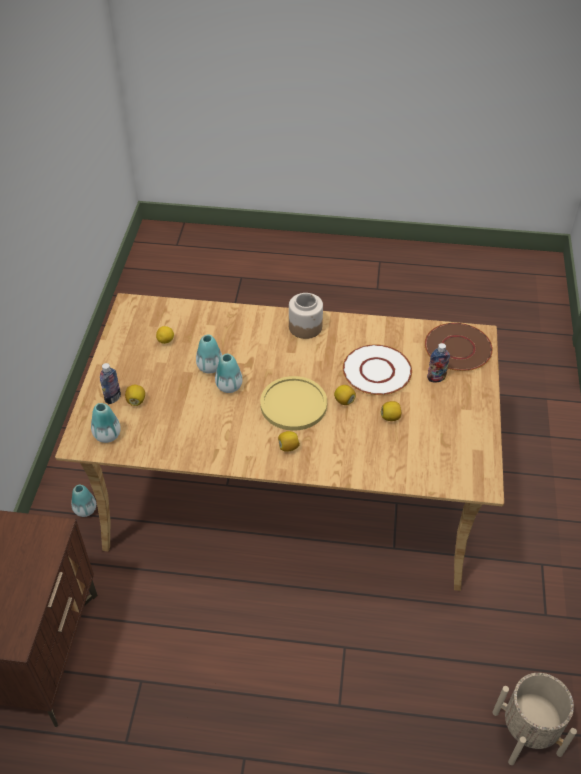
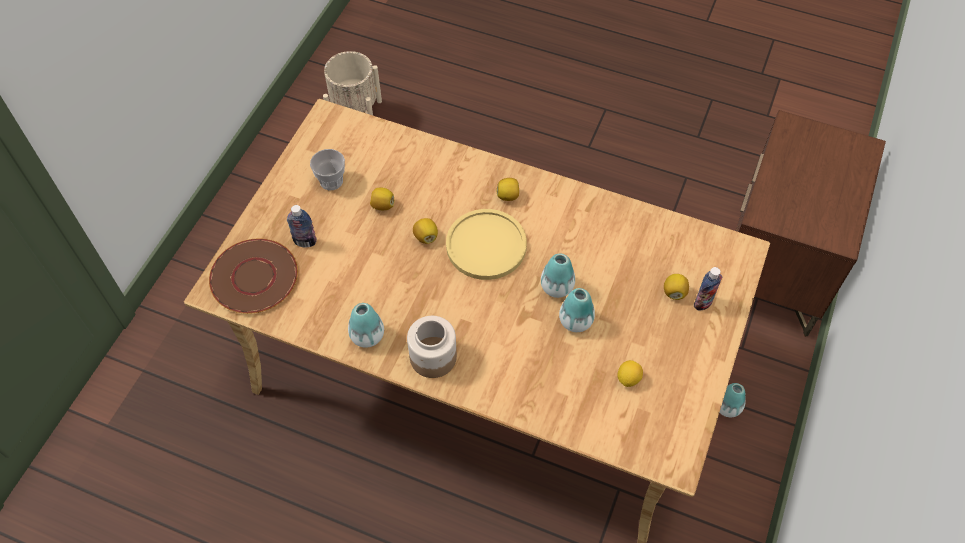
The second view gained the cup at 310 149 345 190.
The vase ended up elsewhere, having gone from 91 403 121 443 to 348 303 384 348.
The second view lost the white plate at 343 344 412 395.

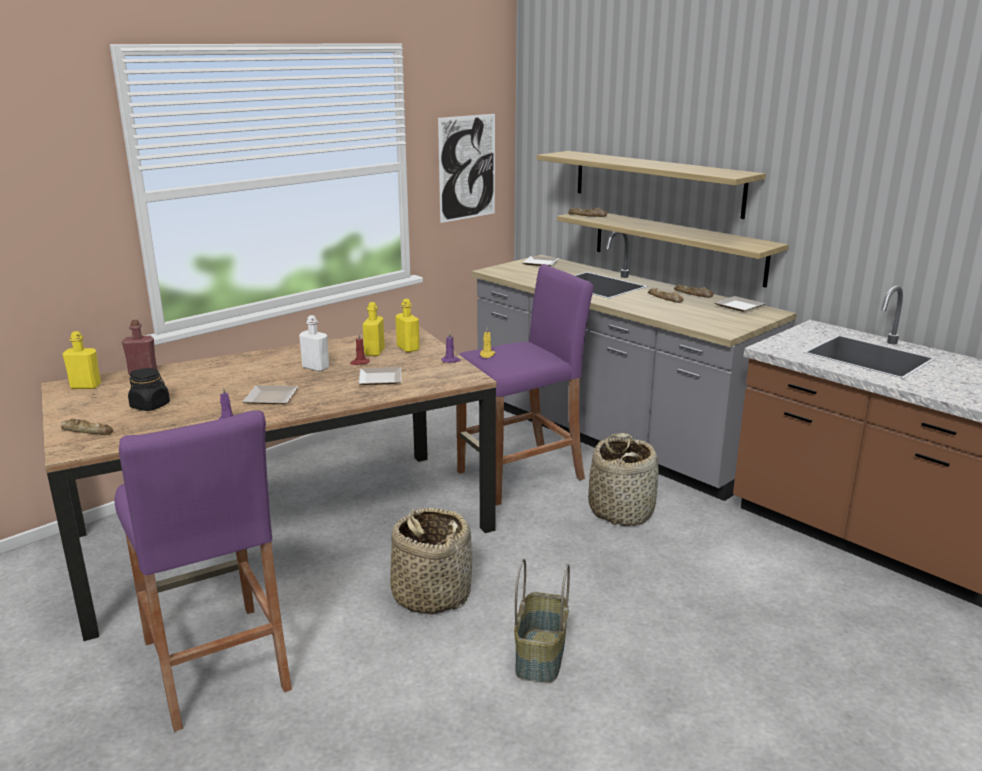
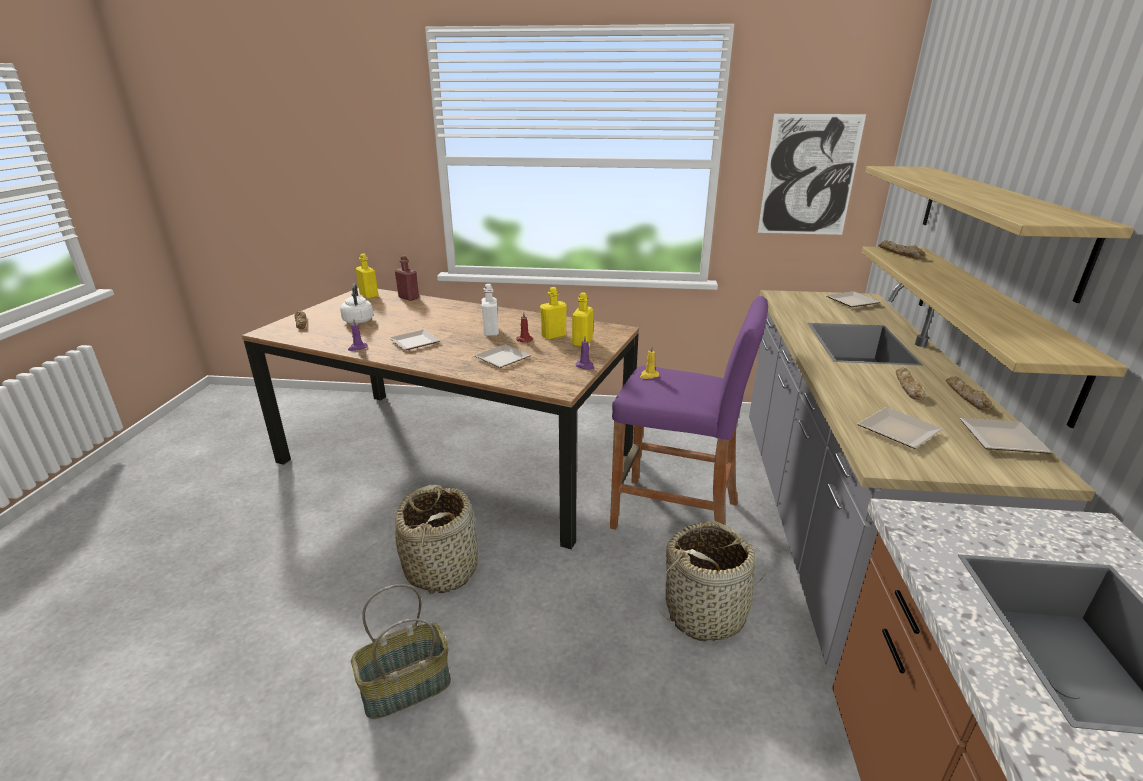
Where the black jar stood at 128 368 170 411, the white kettle came to stand at 340 283 373 324.
The second view gained the plate at 858 407 943 449.
The second view lost the purple stool at 115 410 292 732.

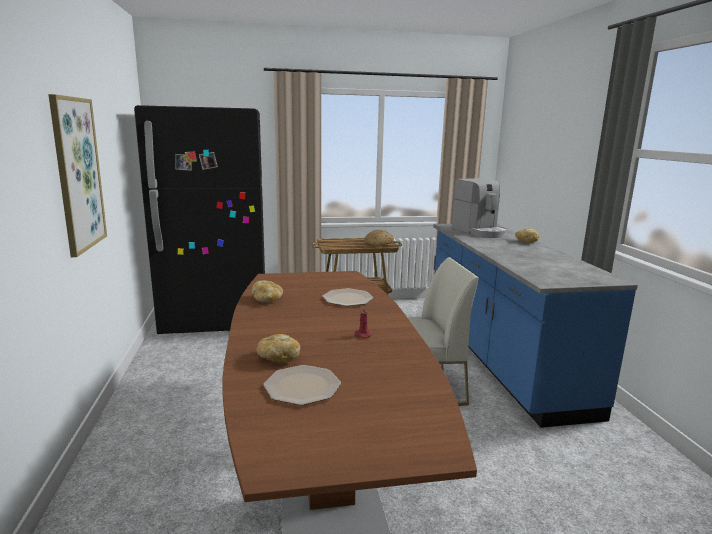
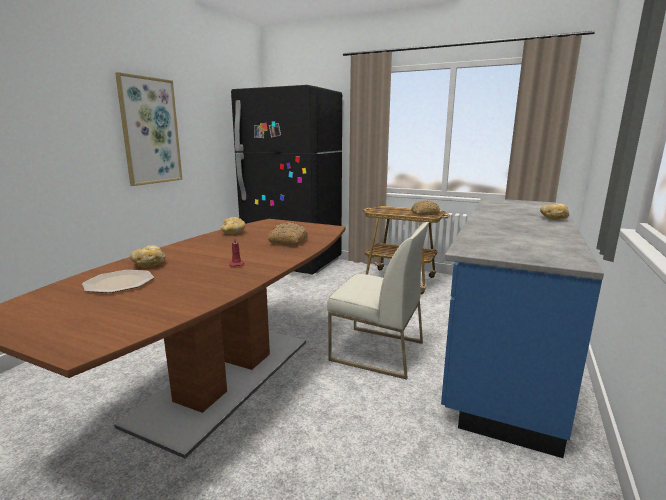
Where the plate stood at 322 288 373 306, the bread came to stand at 268 222 308 246.
The second view lost the coffee machine at 452 178 507 238.

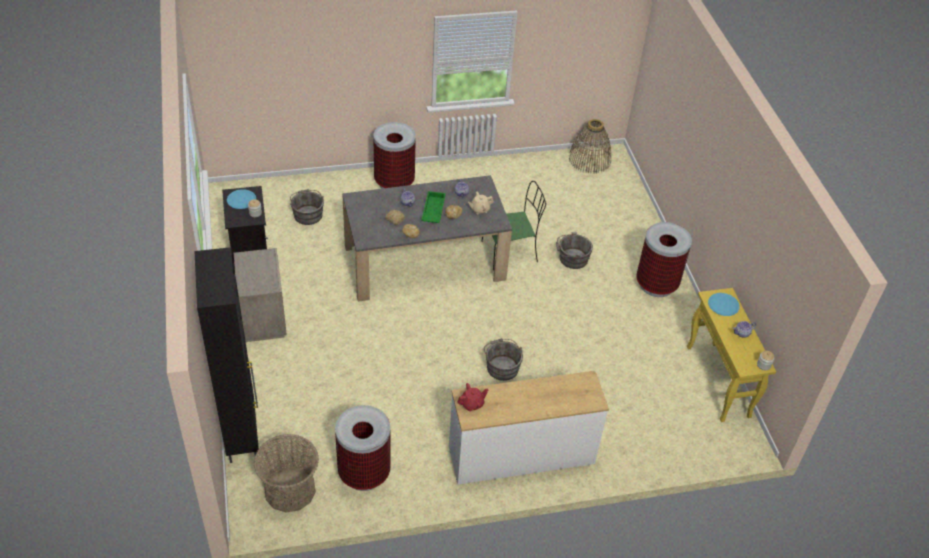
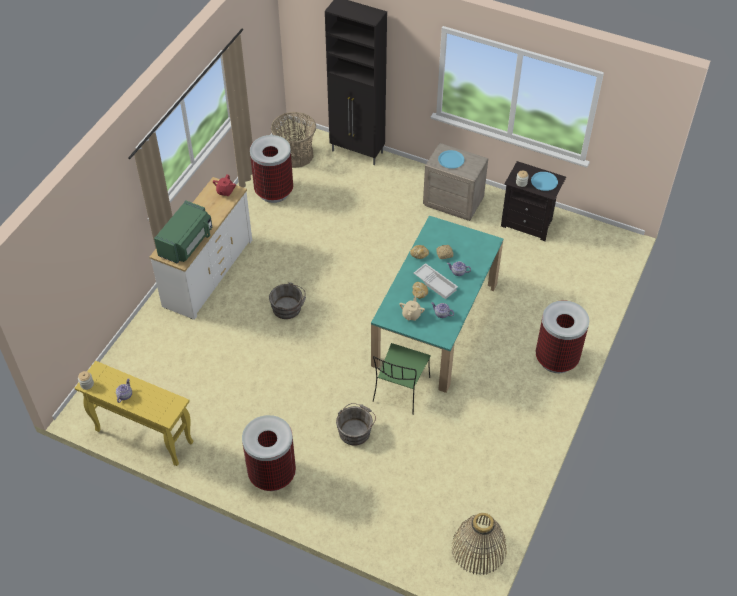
The second view gained the green microwave at 154 201 212 263.
What was the grey dining table at 342 175 512 302 turned into the turquoise dining table at 371 216 503 393.
What was the green tray at 421 191 446 223 turned into the white tray at 414 263 458 299.
The blue plate ended up elsewhere, having gone from 708 293 740 316 to 438 150 464 169.
The second view lost the grey bucket at 290 189 324 225.

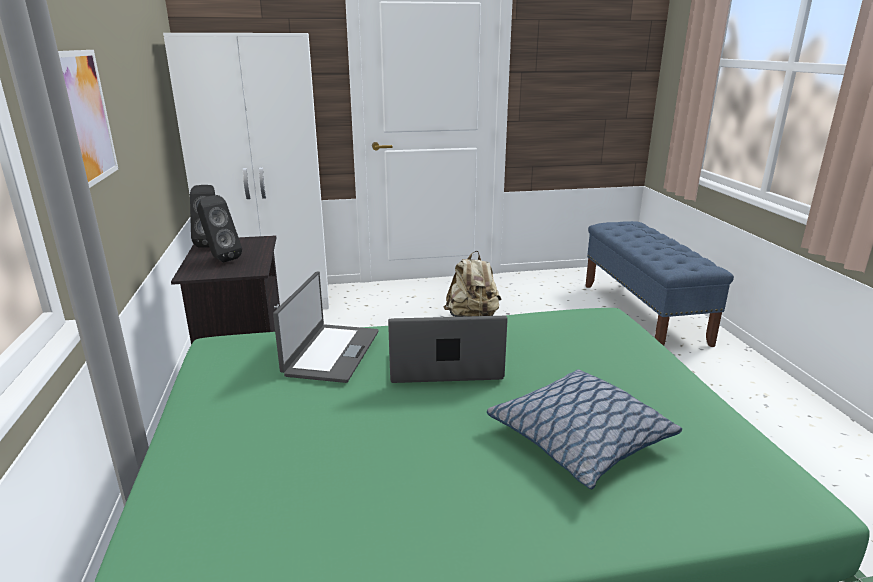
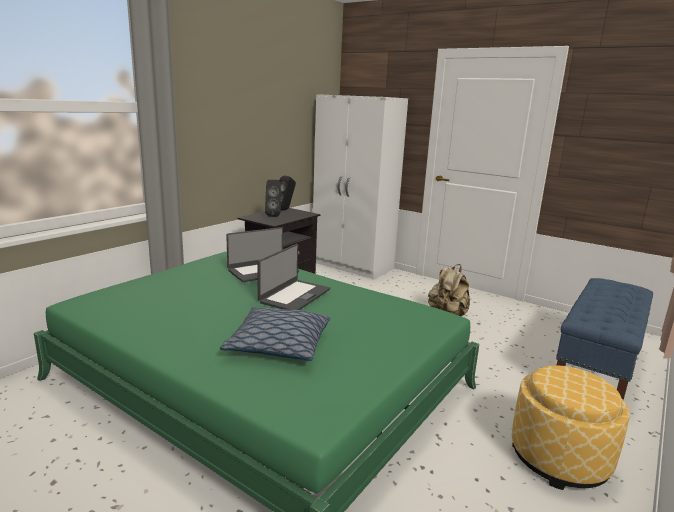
The laptop at 388 316 508 383 ended up facing another way, 75 degrees clockwise from before.
The second view gained the ottoman at 512 366 630 490.
The second view lost the picture at 58 50 118 188.

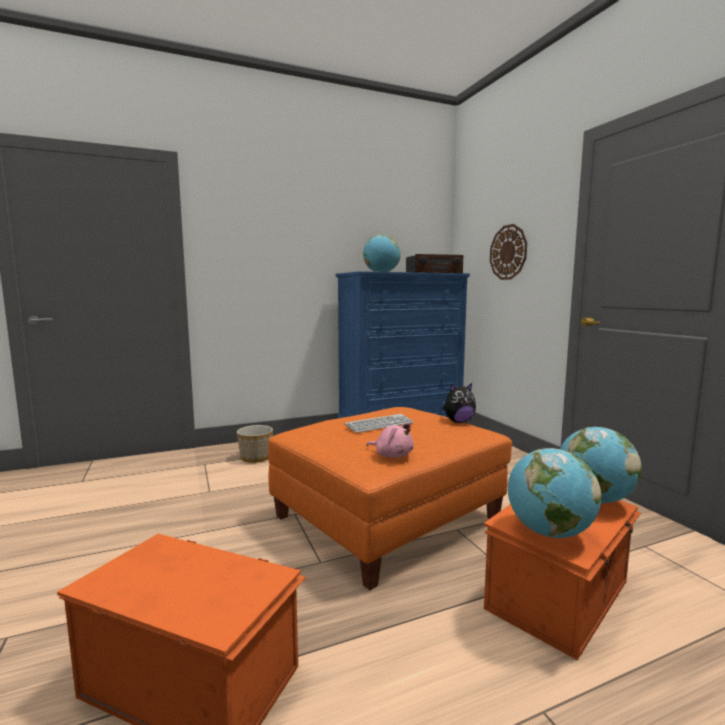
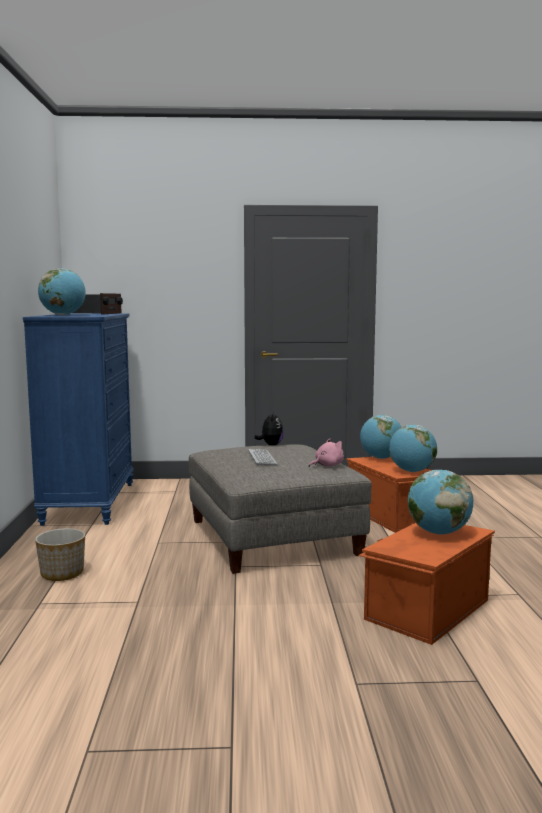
What was the orange ottoman at 268 407 512 590 turned into the grey ottoman at 189 444 372 574.
The second view gained the globe at 408 469 473 535.
The second view lost the wall clock at 490 224 527 280.

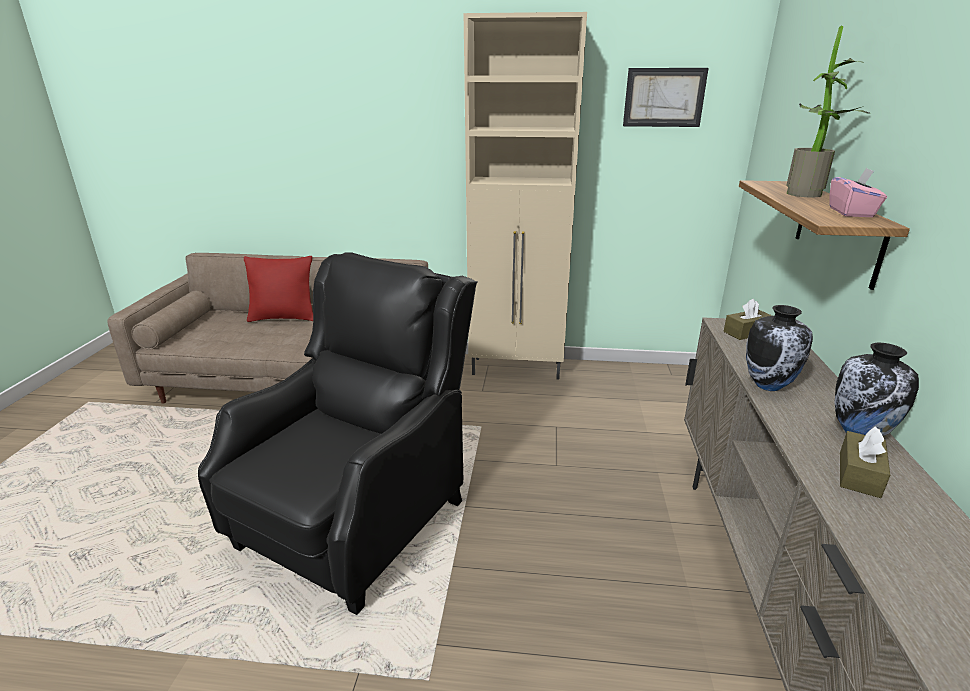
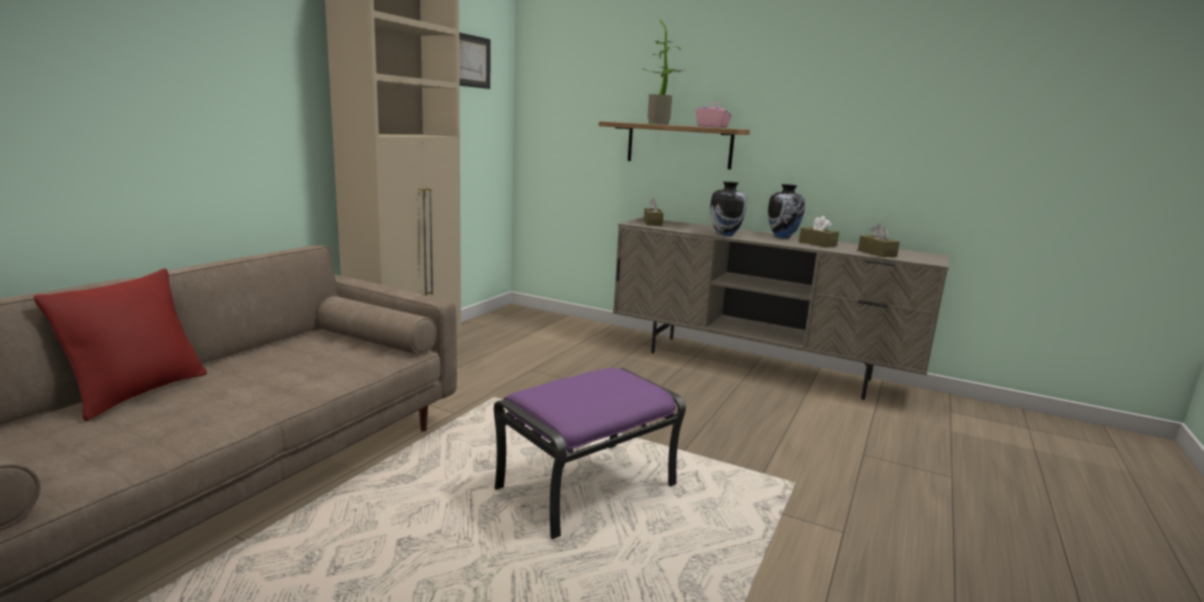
Where the black armchair stood at 198 252 478 615, the purple ottoman came to stand at 494 368 686 539.
The second view gained the brown tissue box at 858 224 900 257.

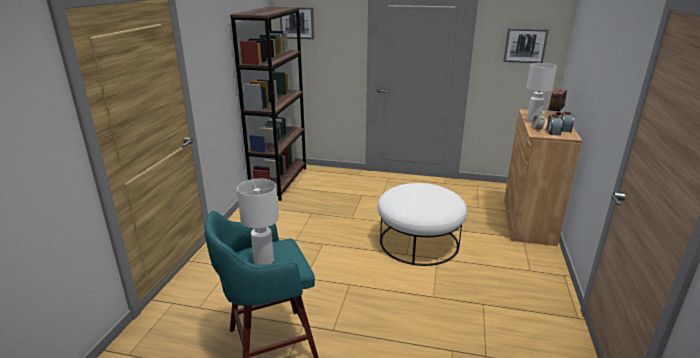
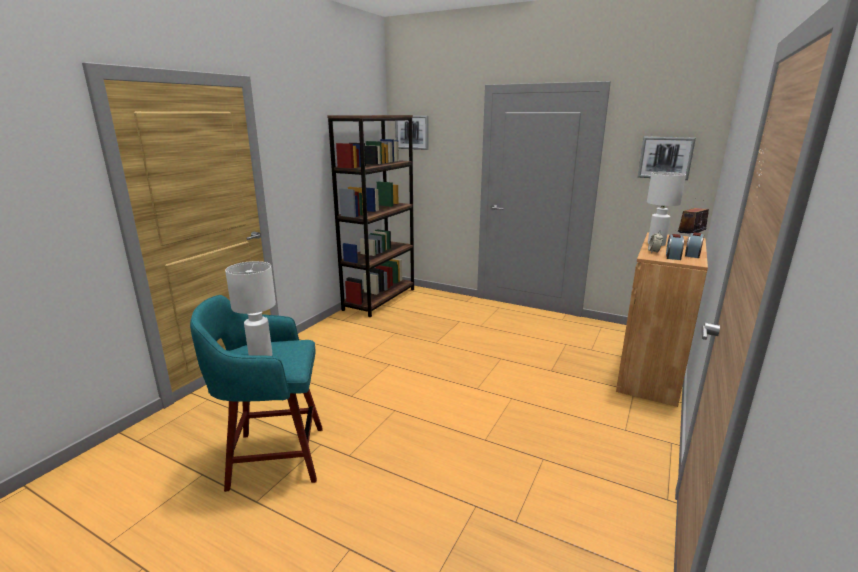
The second view lost the white ottoman at 378 183 467 266.

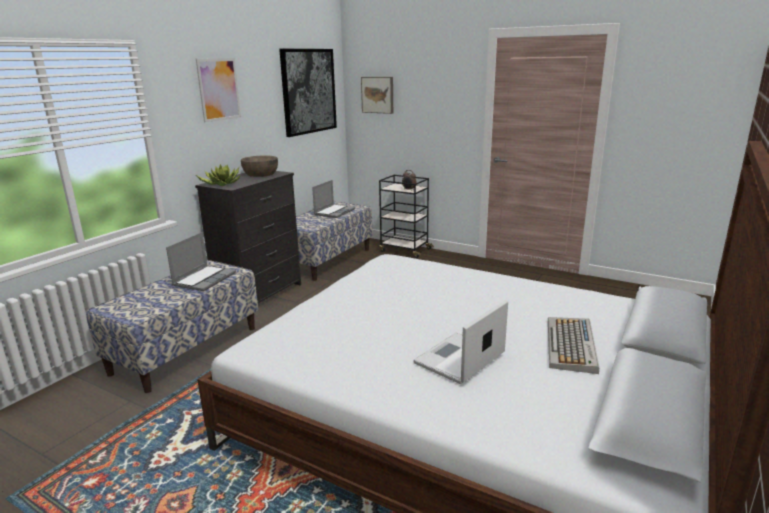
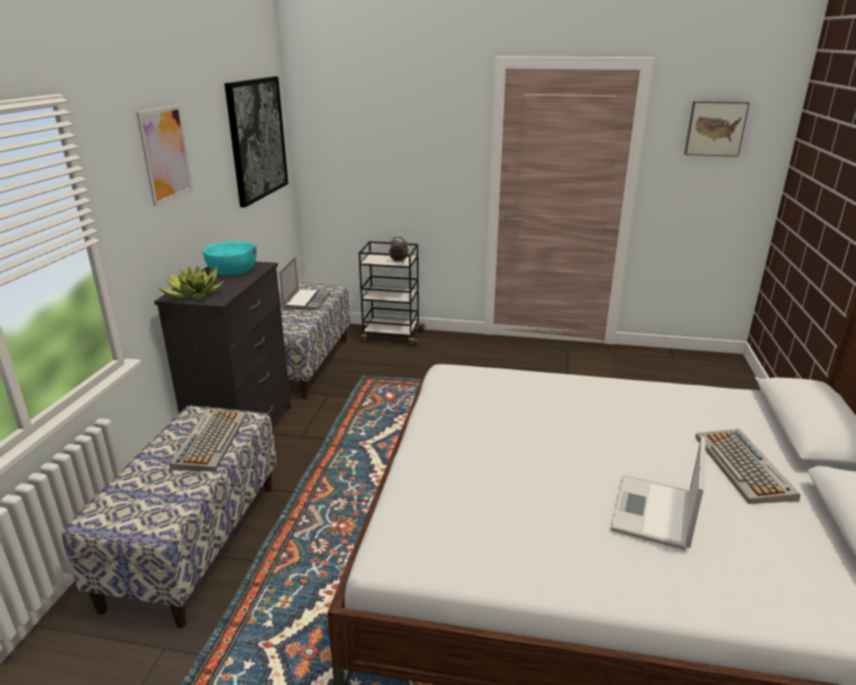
Where the laptop stood at 166 232 236 291, the keyboard came to stand at 169 409 247 471.
What was the brown bowl at 241 155 278 177 turned into the turquoise bowl at 203 241 257 276.
The picture ended up elsewhere, having gone from 361 77 393 114 to 684 101 750 157.

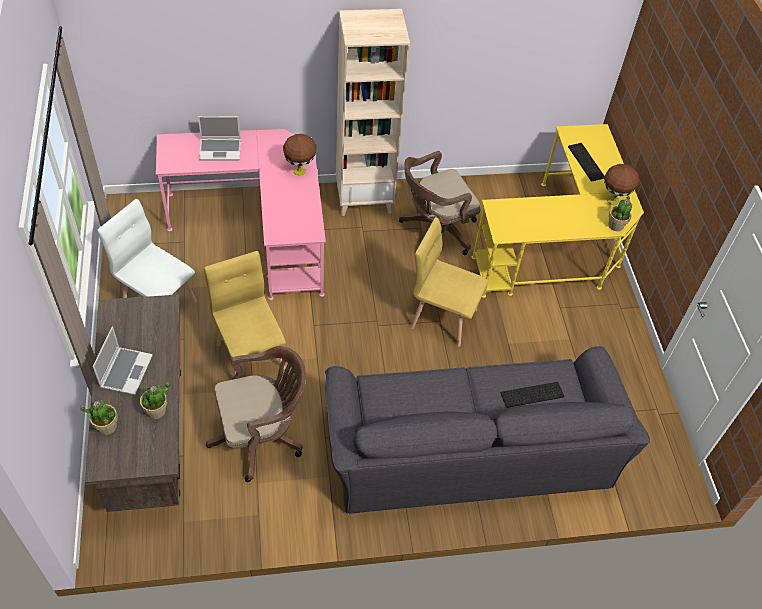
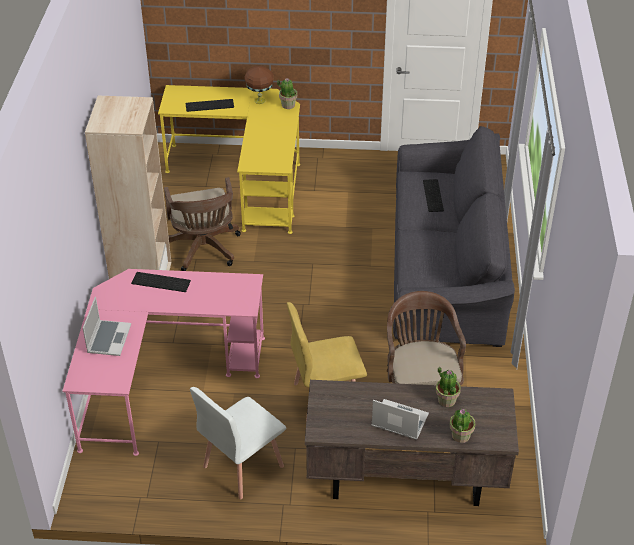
Where the brown table lamp stood at 283 134 317 176, the keyboard came to stand at 131 272 191 292.
The second view lost the yellow chair at 410 217 489 347.

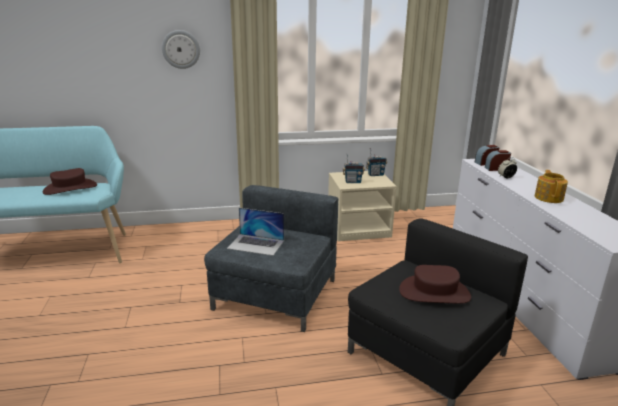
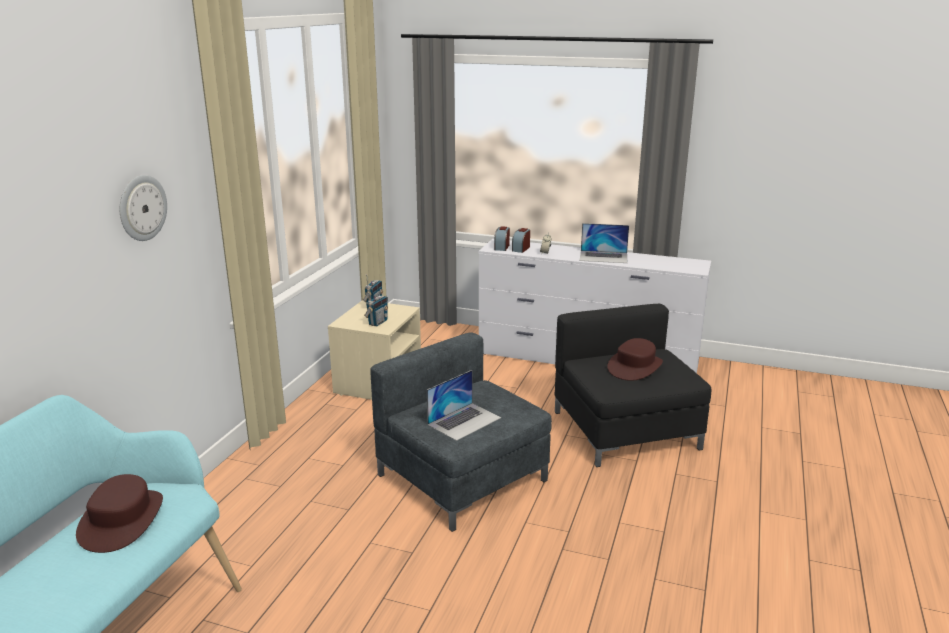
Where the teapot stood at 535 170 568 203, the laptop came to stand at 580 223 629 263.

